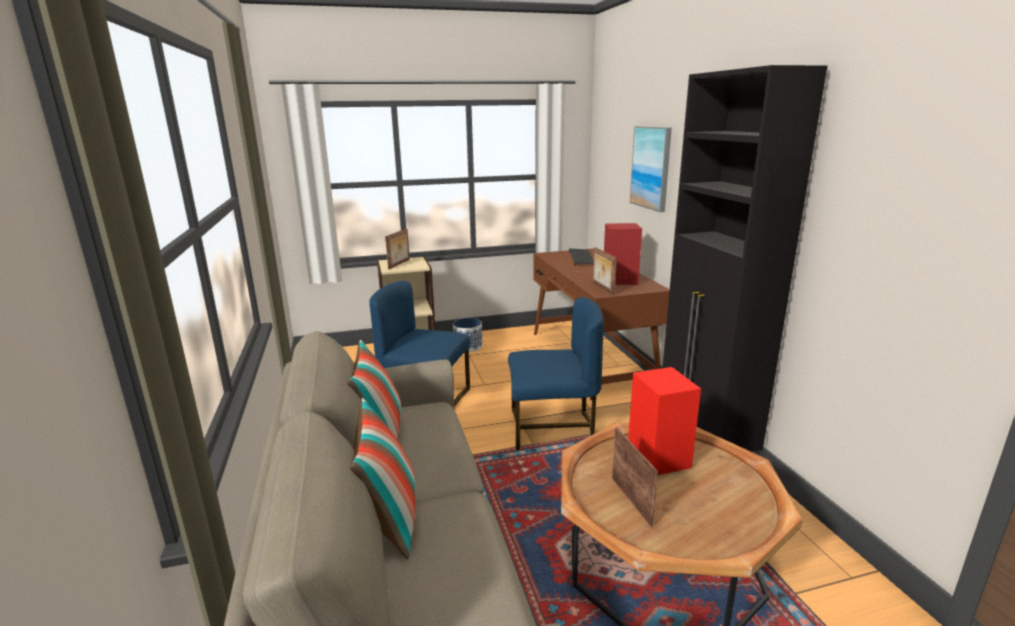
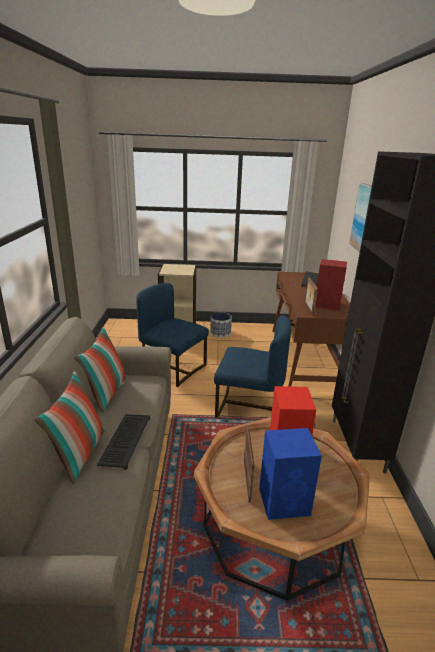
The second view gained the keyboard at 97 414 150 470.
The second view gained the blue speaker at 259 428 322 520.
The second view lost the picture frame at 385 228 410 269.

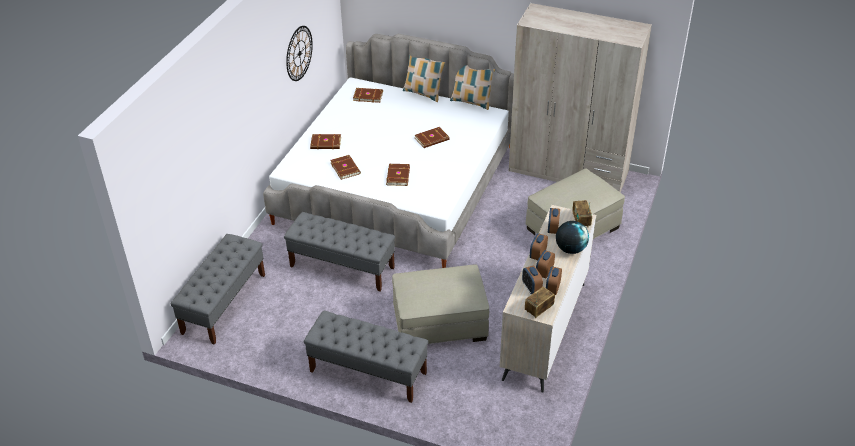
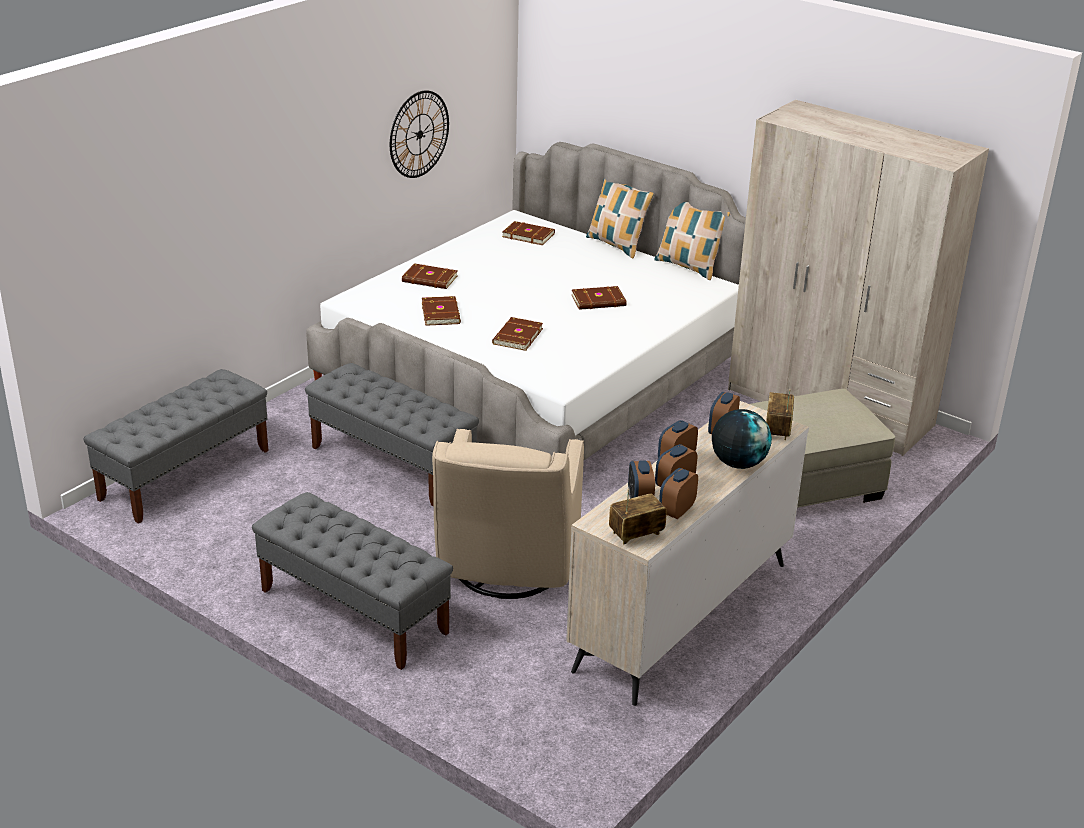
Where the beige ottoman stood at 392 265 489 344, the beige armchair came to stand at 432 429 584 599.

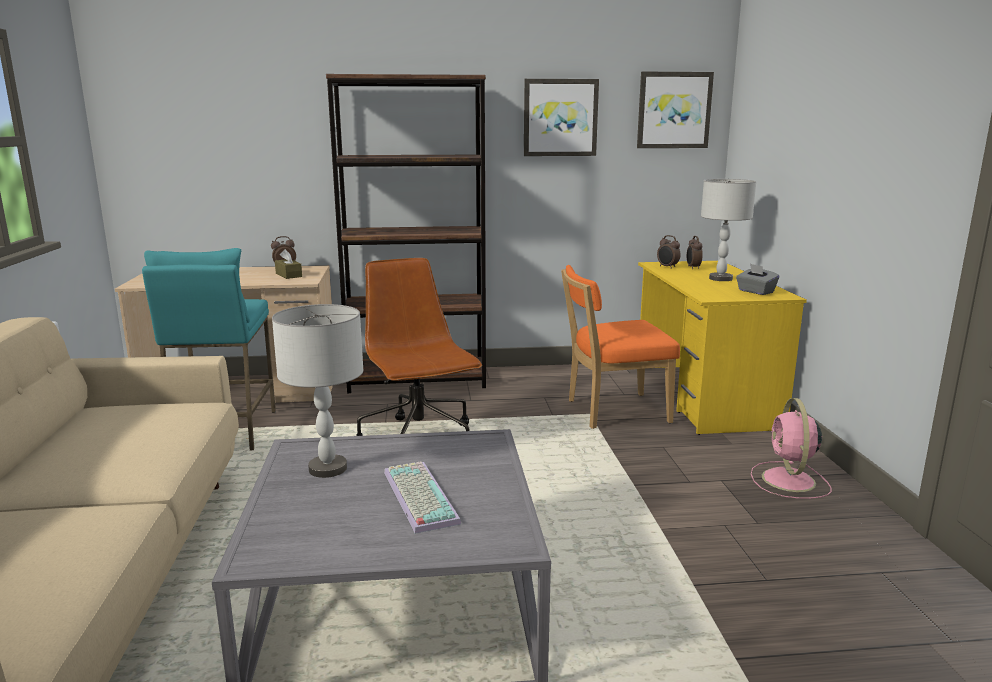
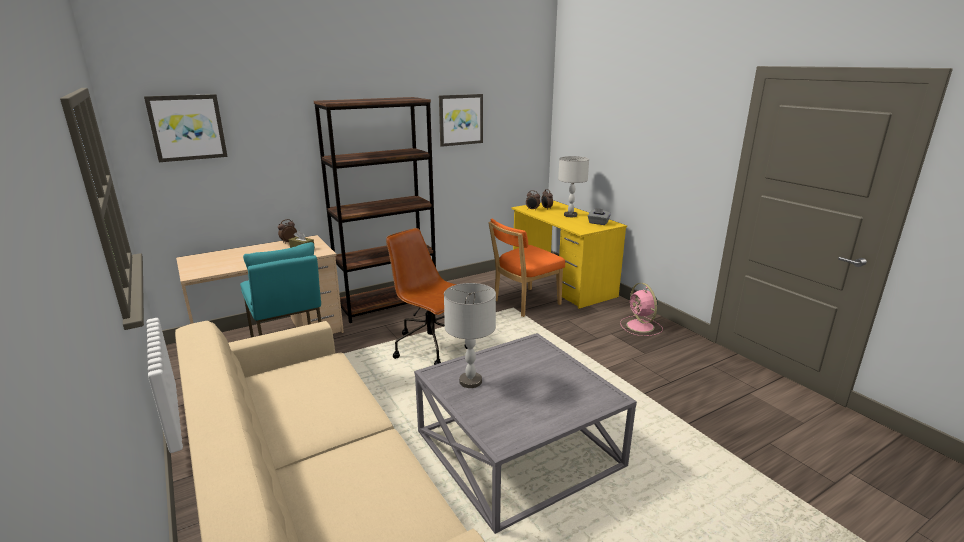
The picture ended up elsewhere, having gone from 637 72 714 148 to 144 94 228 162.
The second view lost the keyboard at 384 461 461 534.

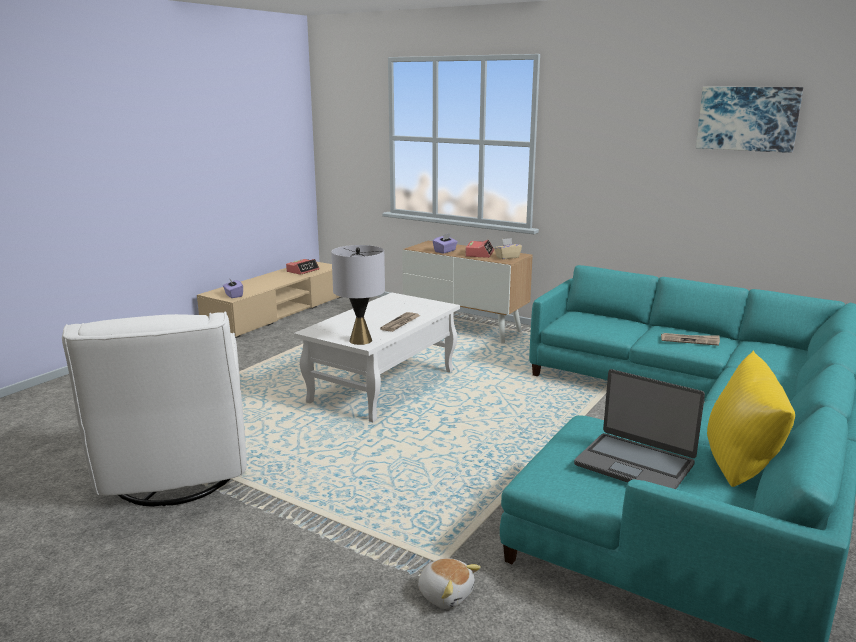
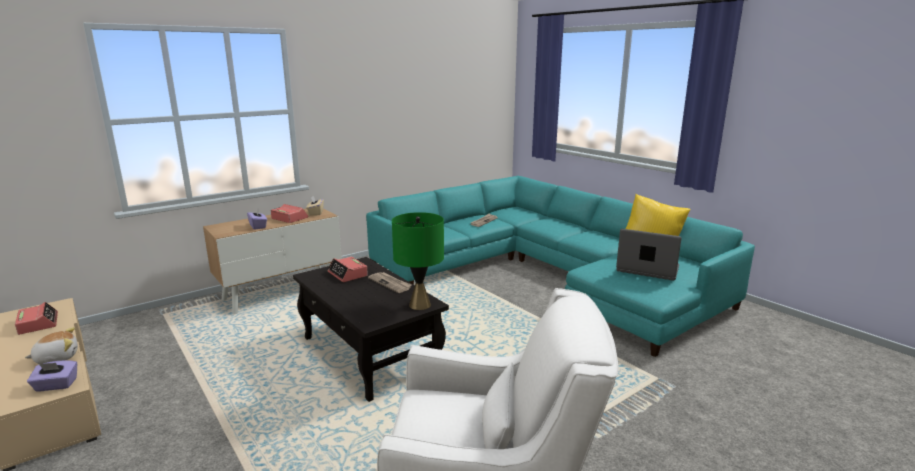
The plush toy ended up elsewhere, having gone from 418 558 481 609 to 25 327 78 364.
What was the white coffee table at 294 293 460 422 turned into the black coffee table at 293 257 449 402.
The second view gained the alarm clock at 328 257 368 282.
What was the grey table lamp at 331 245 385 345 turned into the green table lamp at 392 212 444 310.
The laptop at 574 369 705 489 ended up facing another way, 120 degrees counterclockwise from before.
The second view lost the picture at 696 87 803 153.

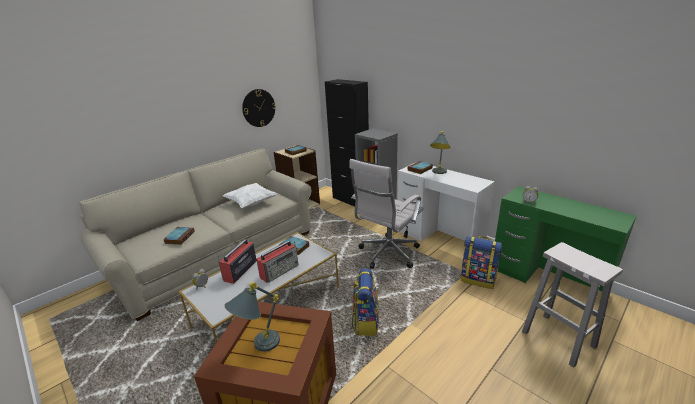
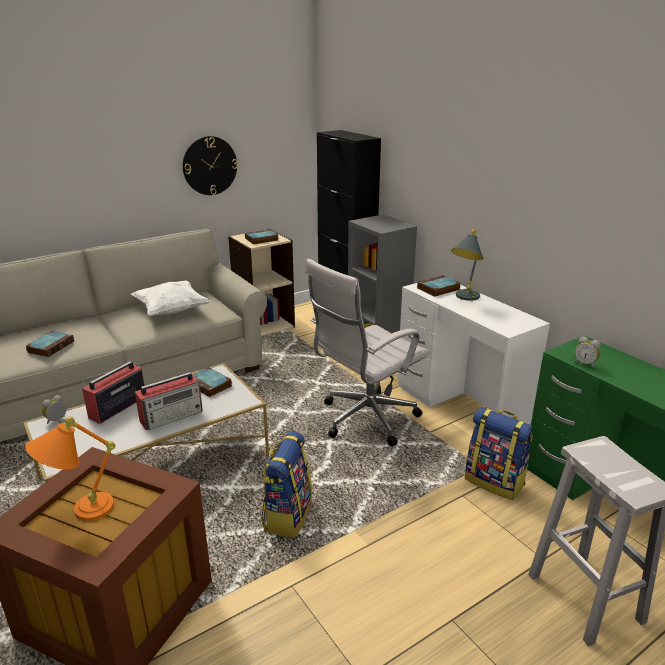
What was the grey table lamp at 224 282 280 352 turned into the orange table lamp at 25 416 115 521.

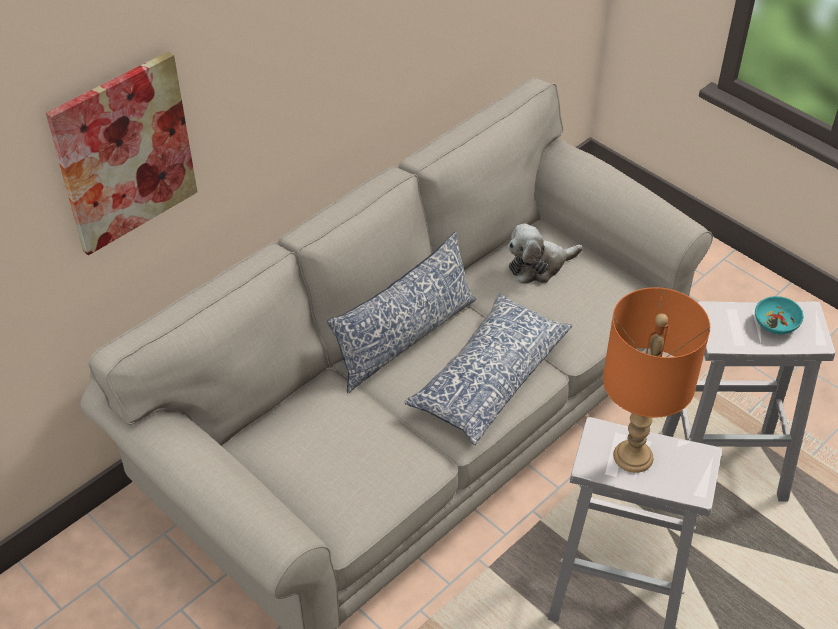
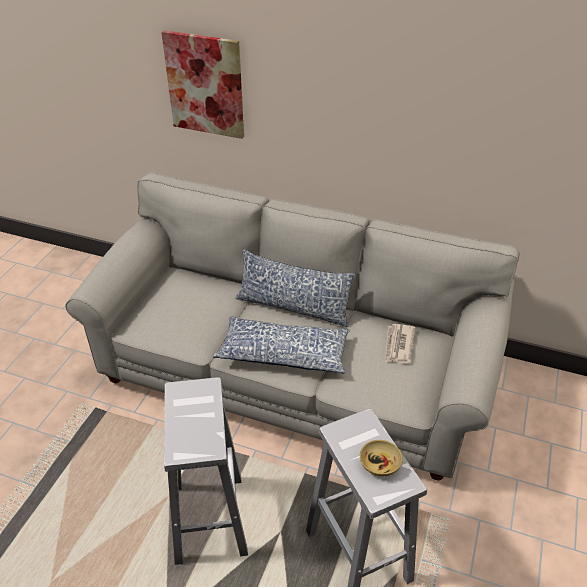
What was the turquoise bowl at 755 296 803 334 turned into the beige bowl at 360 440 403 476.
Where the plush toy stood at 508 224 583 284, the newspaper came to stand at 385 324 415 363.
The second view lost the orange table lamp at 603 287 710 473.

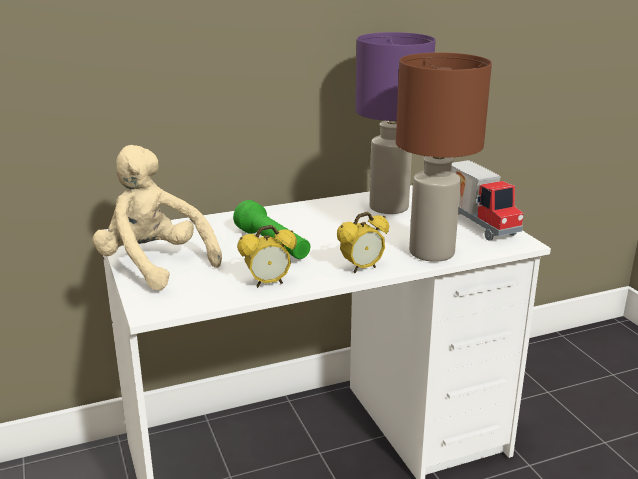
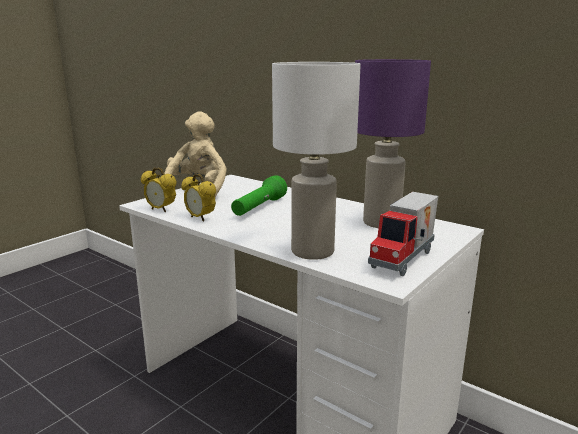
The alarm clock ended up elsewhere, having gone from 337 212 389 273 to 141 167 177 213.
What was the brown table lamp at 396 52 492 262 turned into the white table lamp at 272 62 361 260.

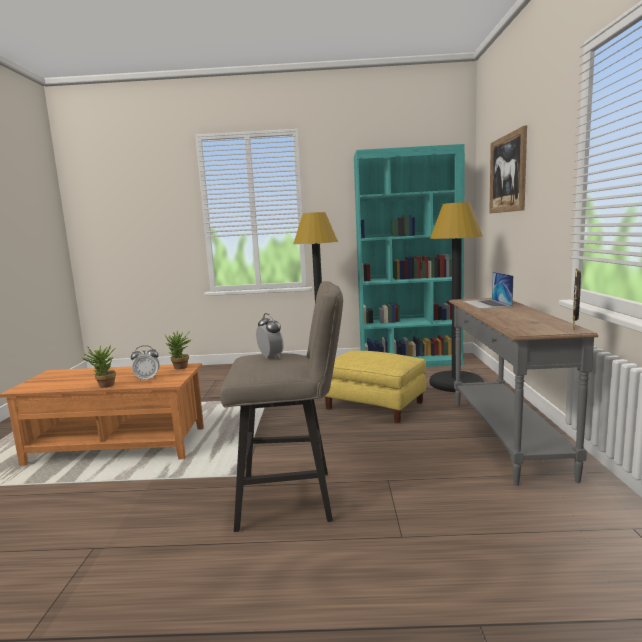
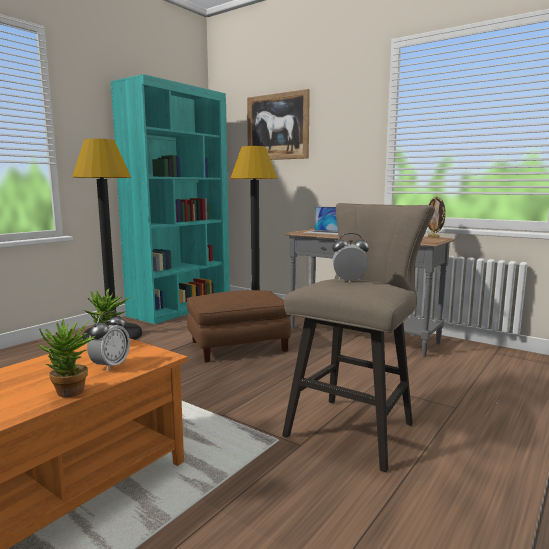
What was the yellow ottoman at 324 350 426 423 turned into the brown ottoman at 187 290 291 362.

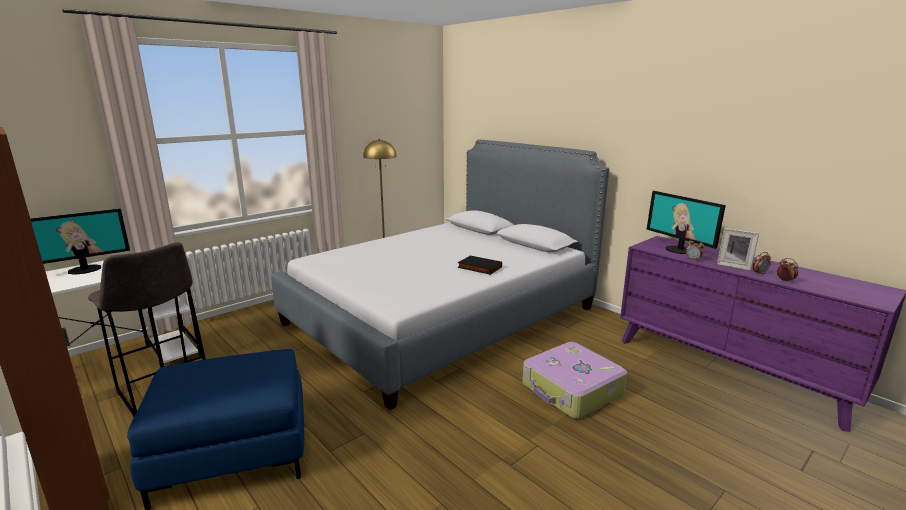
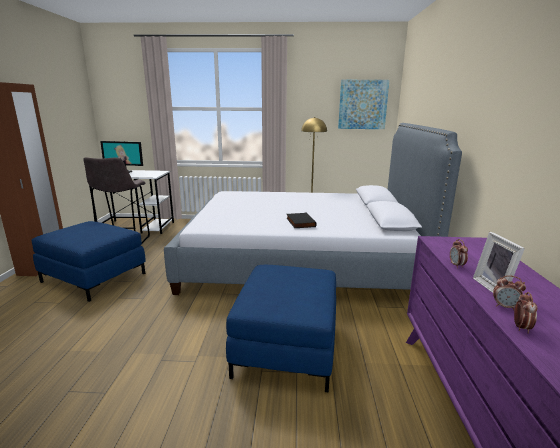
Where the suitcase stood at 522 342 627 419, the blue ottoman came to stand at 226 265 336 393.
The second view gained the picture at 338 80 390 129.
The second view lost the monitor at 647 191 726 254.

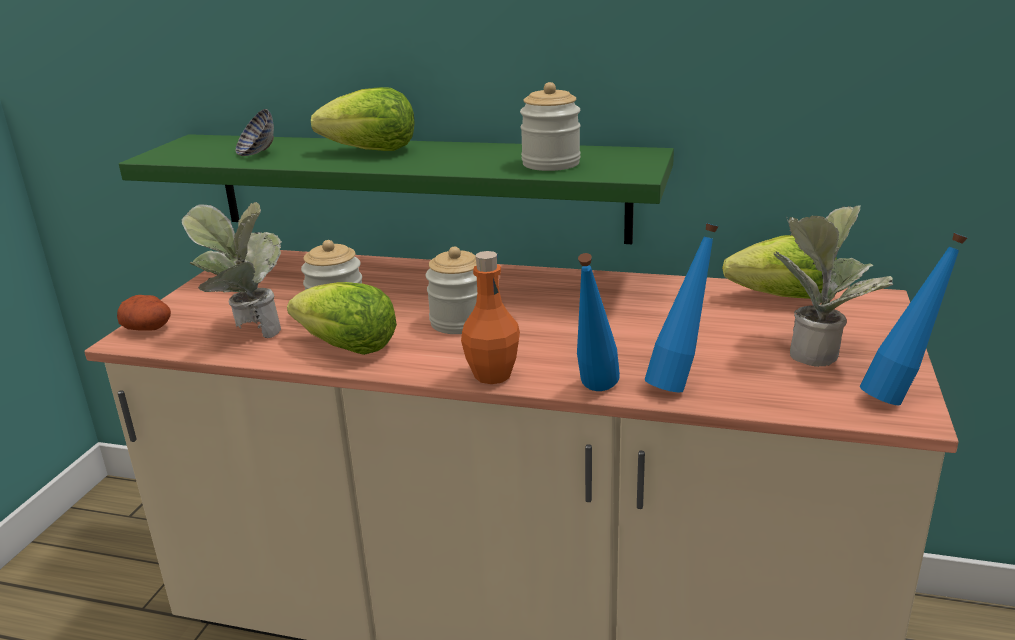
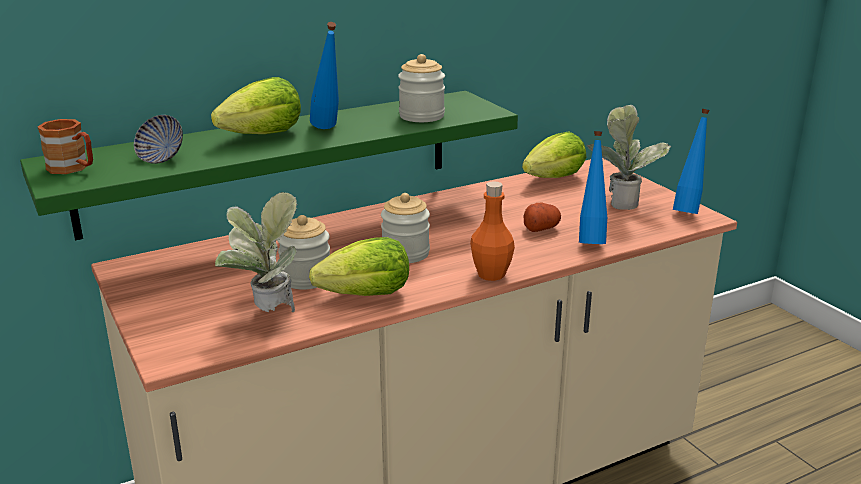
The second view gained the brown mug at 38 119 93 174.
The blue bottle ended up elsewhere, having gone from 577 253 620 391 to 310 22 339 129.
The potato ended up elsewhere, having gone from 117 295 171 331 to 524 202 561 232.

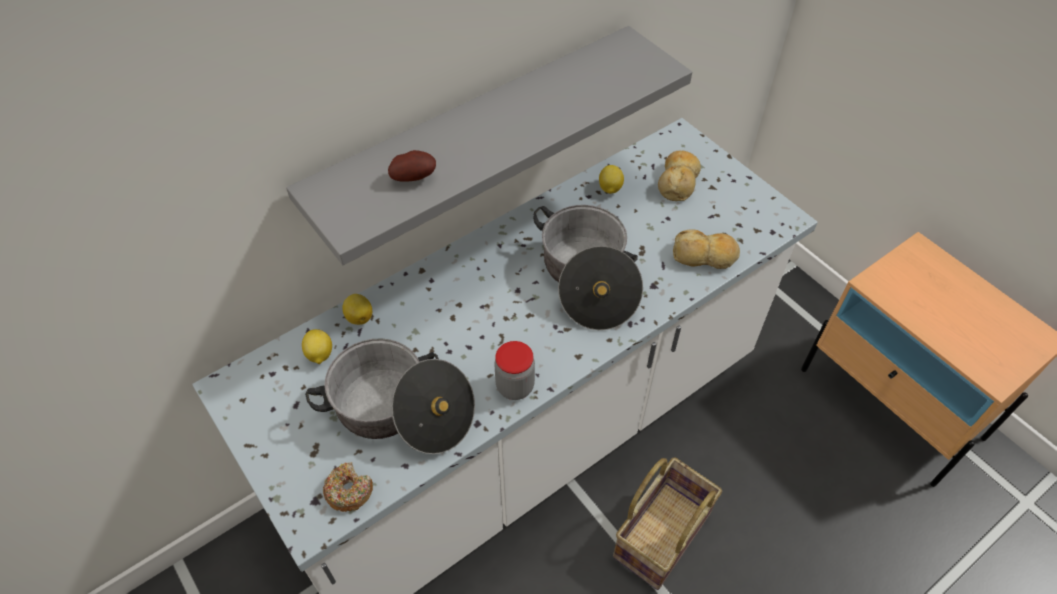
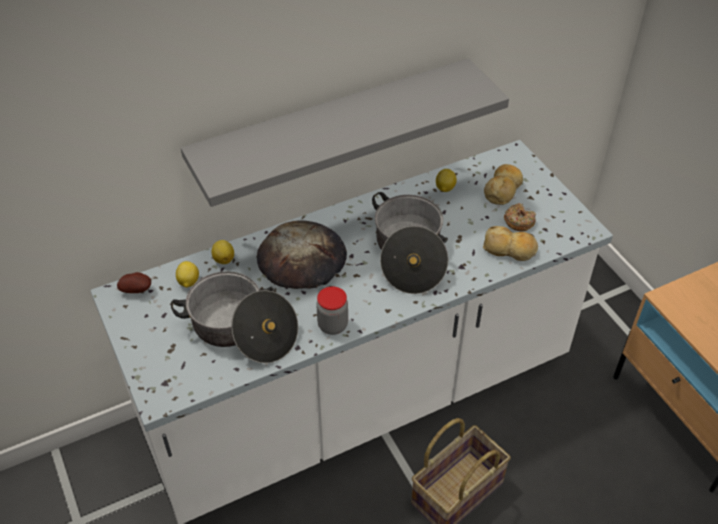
The potato ended up elsewhere, having gone from 388 150 436 182 to 117 272 151 293.
The second view gained the bread at 257 220 347 289.
The donut ended up elsewhere, having gone from 323 462 373 512 to 504 203 536 232.

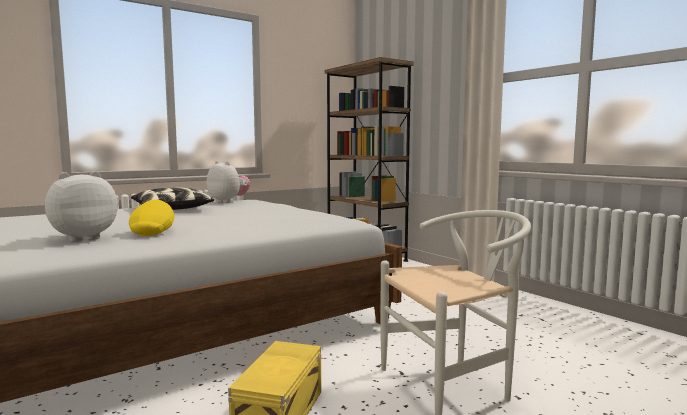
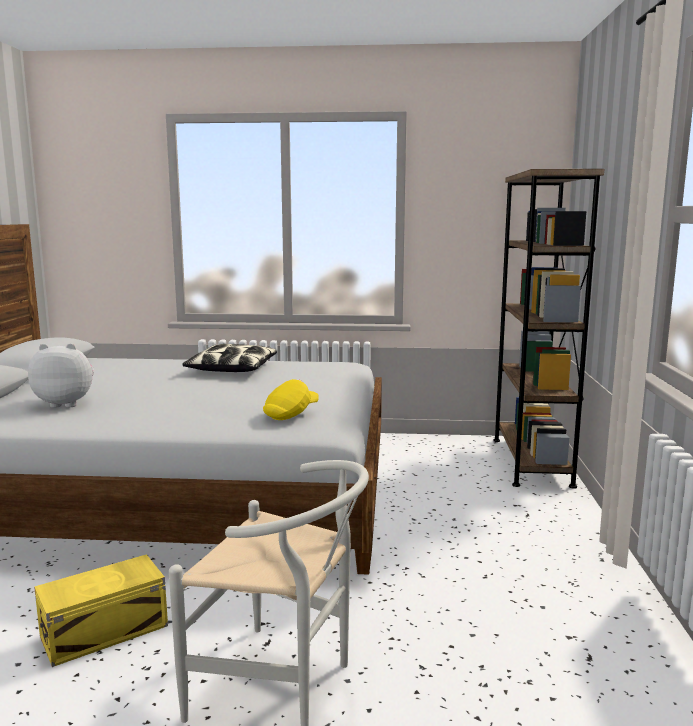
The yellow cap ended up elsewhere, having gone from 129 200 175 236 to 263 379 318 420.
The second view lost the plush toy at 206 161 250 203.

